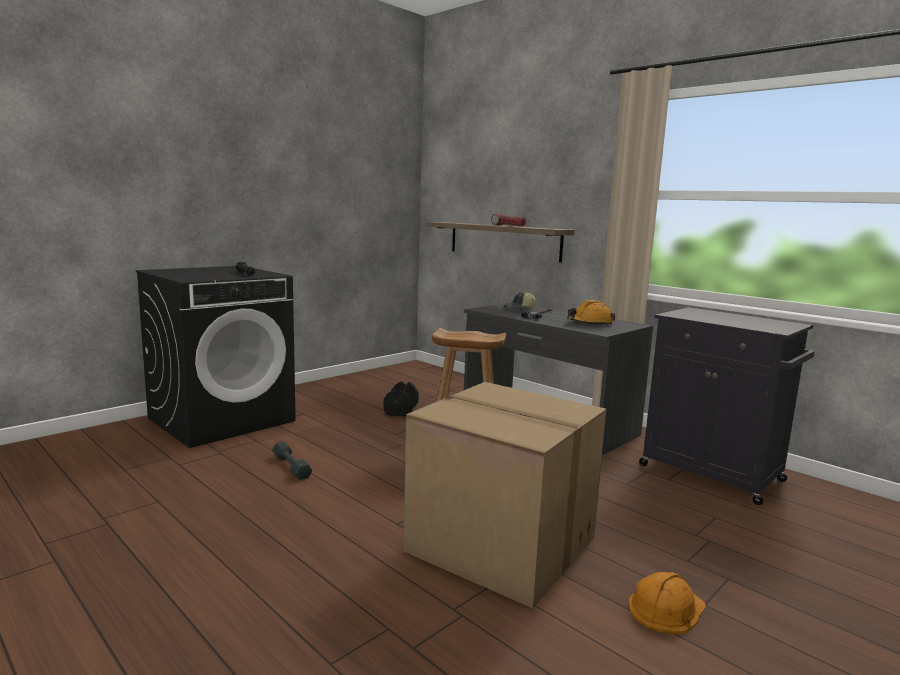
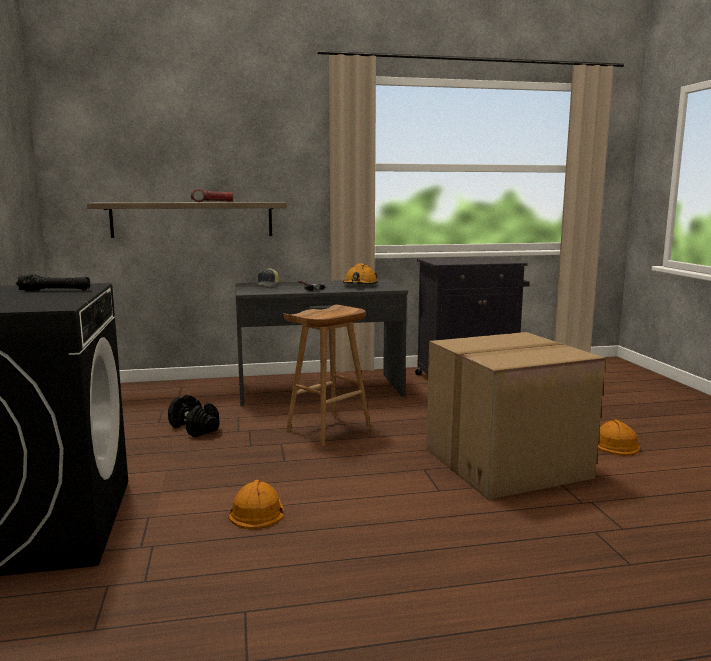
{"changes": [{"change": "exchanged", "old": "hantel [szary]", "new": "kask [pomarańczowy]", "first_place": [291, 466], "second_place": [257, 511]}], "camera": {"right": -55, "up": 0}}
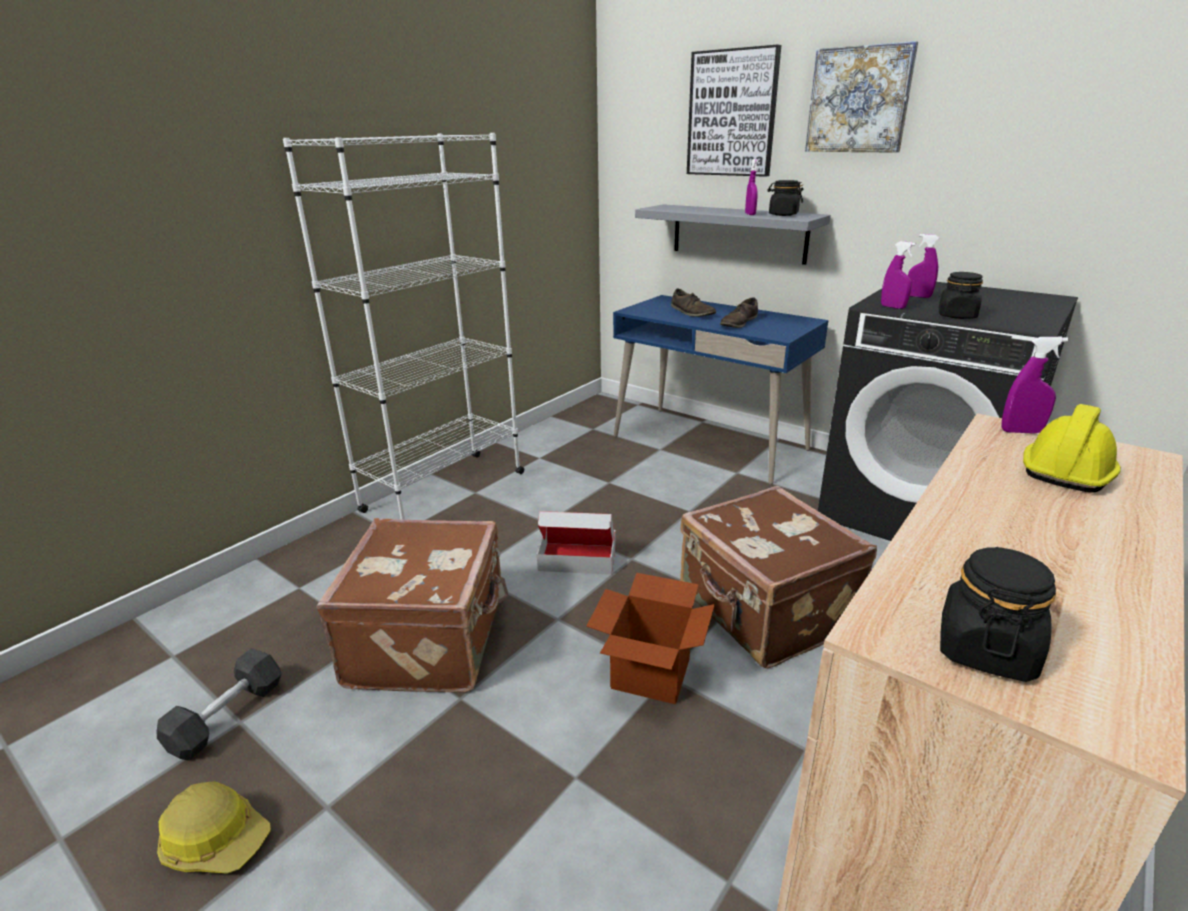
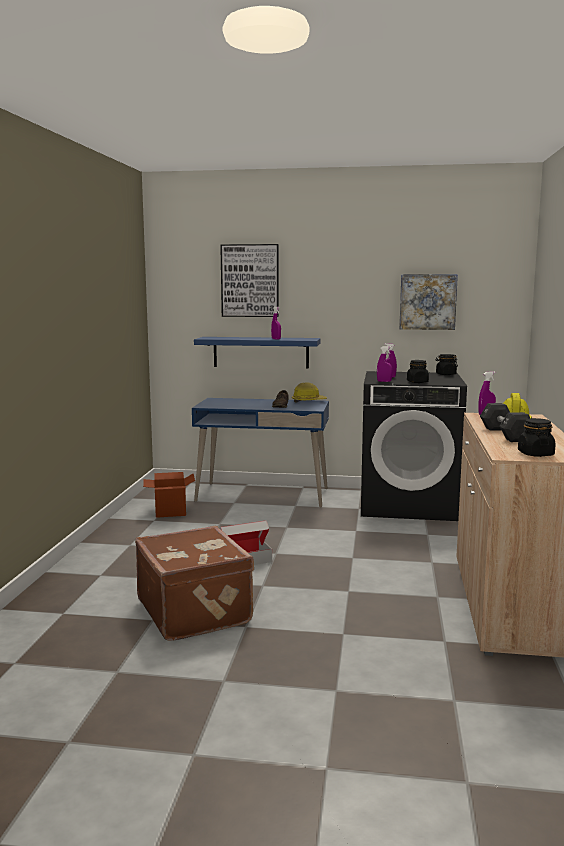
{"changes": [{"change": "missing", "old": "regał [biały]", "first_place": [444, 492]}, {"change": "missing", "old": "but [brązowy]", "first_place": [692, 312]}, {"change": "missing", "old": "walizka [brązowy]", "first_place": [764, 612]}, {"change": "relocated", "old": "hantel [czarny]", "first_place": [227, 716], "second_place": [505, 434]}, {"change": "relocated", "old": "kask", "first_place": [217, 839], "second_place": [308, 401]}, {"change": "relocated", "old": "karton", "first_place": [651, 673], "second_place": [170, 512]}, {"change": "relocated", "old": "słoik [czarny]", "first_place": [783, 214], "second_place": [445, 374]}, {"change": "relocated", "old": "obraz", "first_place": [859, 100], "second_place": [427, 302]}, {"change": "colour", "old": "półka [szary]", "new": "półka [niebieski]", "first_place": [738, 233], "second_place": [261, 352]}], "camera": {"right": -30, "up": -15}}
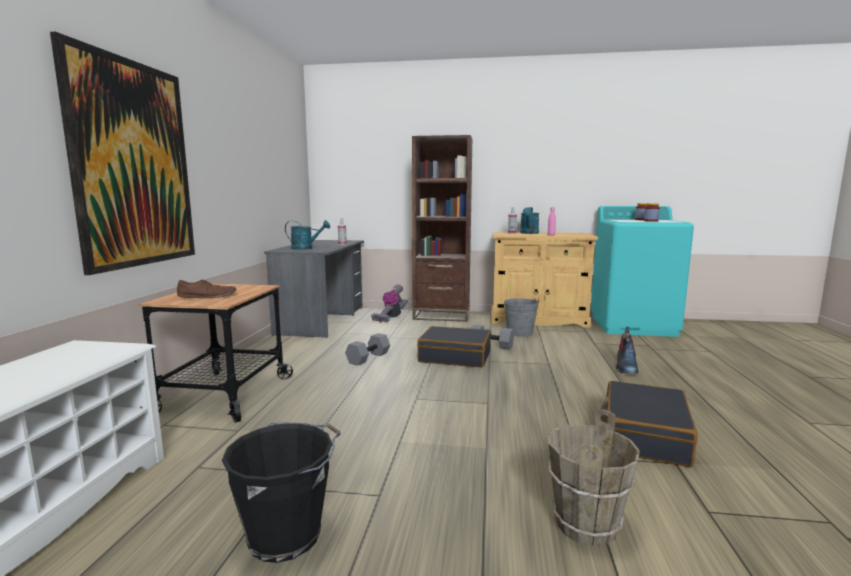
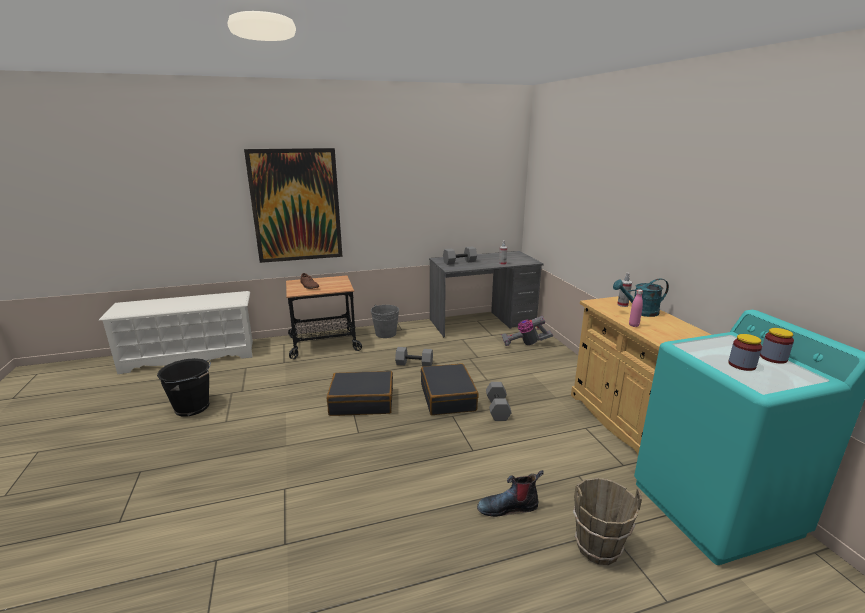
{"changes": [{"change": "missing", "old": "regał [brązowy]", "first_place": [441, 316]}, {"change": "relocated", "old": "wiadro [szary]", "first_place": [520, 332], "second_place": [385, 333]}, {"change": "relocated", "old": "wiadro [brązowy]", "first_place": [585, 525], "second_place": [597, 547]}, {"change": "relocated", "old": "walizka [czarny]", "first_place": [643, 435], "second_place": [362, 402]}, {"change": "exchanged", "old": "konewka [turkusowy]", "new": "hantel [szary]", "first_place": [306, 248], "second_place": [459, 262]}], "camera": {"right": 65, "up": 10}}
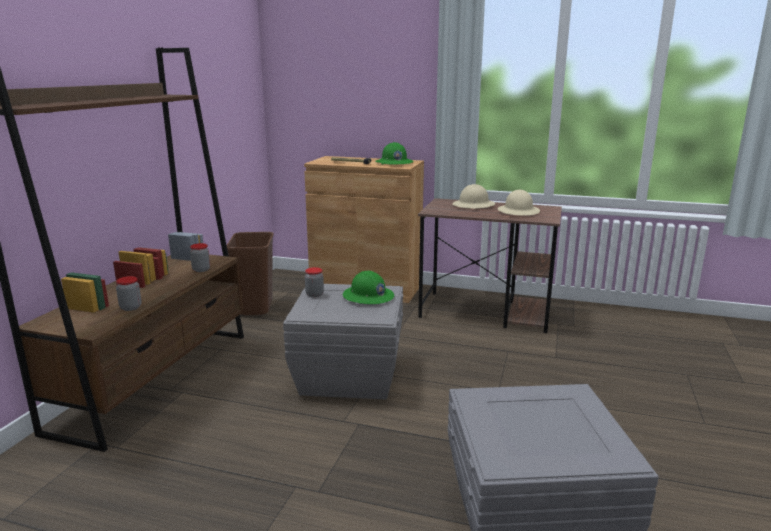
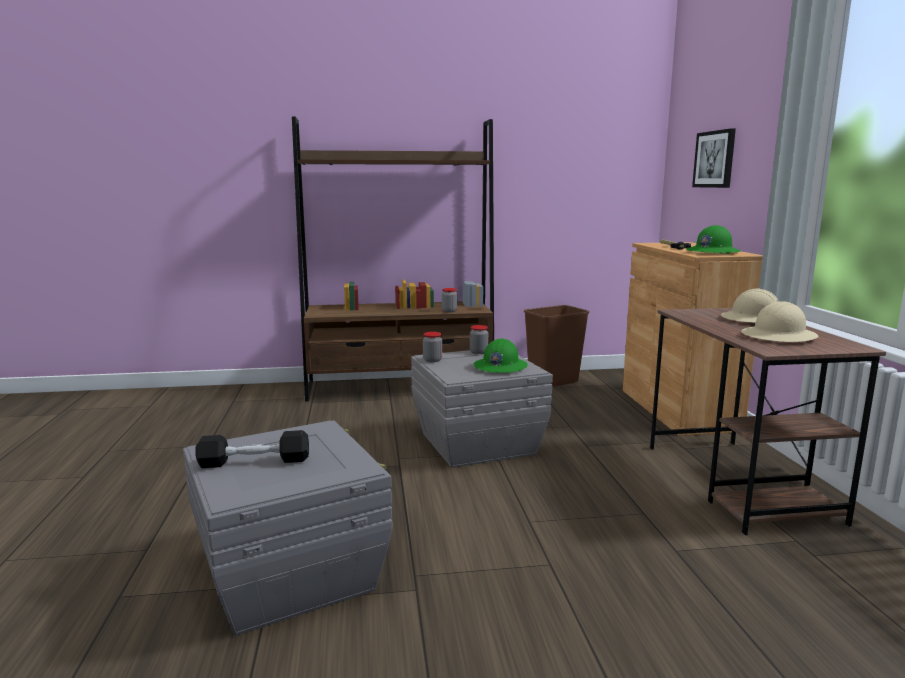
{"changes": [{"change": "appeared", "new": "hantel [czarny]", "second_place": [254, 461]}, {"change": "appeared", "new": "obraz", "second_place": [715, 159]}, {"change": "relocated", "old": "słoik", "first_place": [130, 307], "second_place": [432, 360]}], "camera": {"right": 65, "up": -5}}
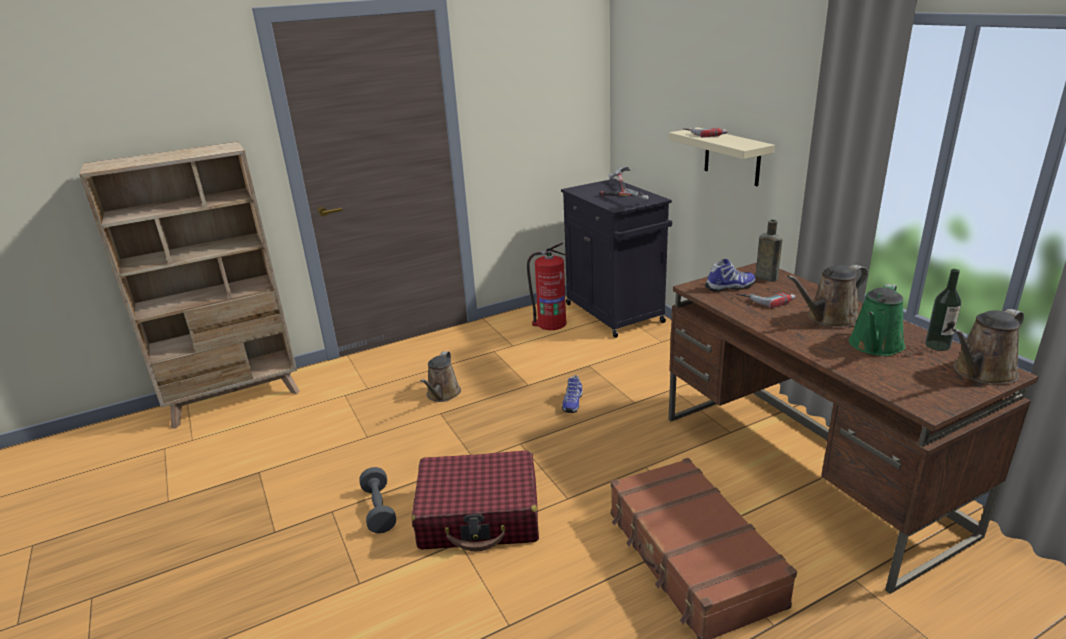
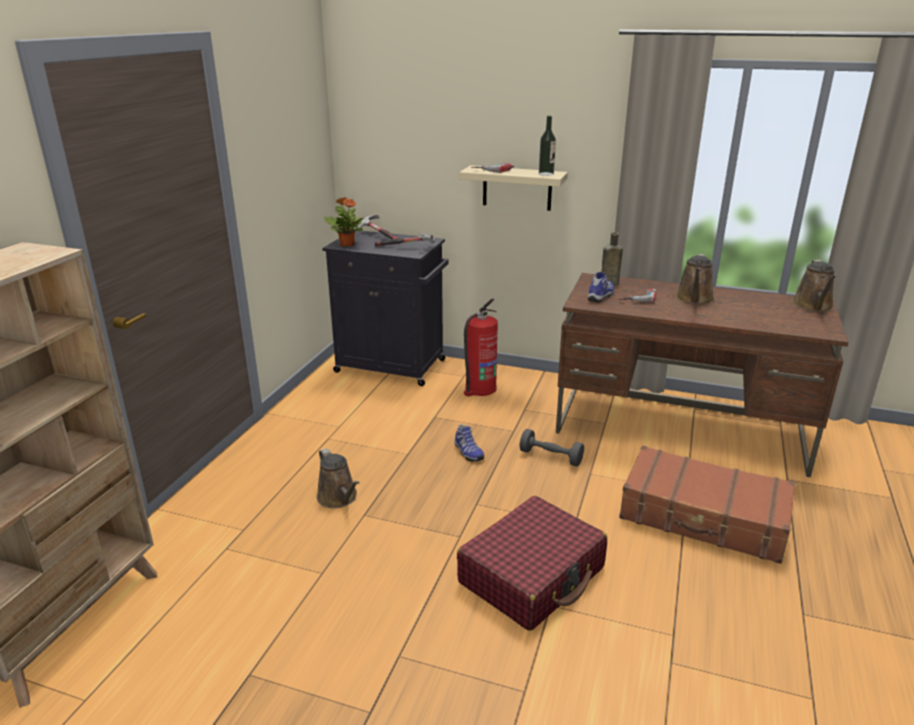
{"changes": [{"change": "missing", "old": "konewka [zielony]", "first_place": [875, 346]}, {"change": "appeared", "new": "roślina doniczkowa", "second_place": [347, 244]}, {"change": "relocated", "old": "hantel [szary]", "first_place": [379, 509], "second_place": [550, 457]}, {"change": "relocated", "old": "gaśnica", "first_place": [551, 323], "second_place": [479, 388]}, {"change": "relocated", "old": "butelka", "first_place": [937, 345], "second_place": [546, 174]}], "camera": {"right": -45, "up": 0}}
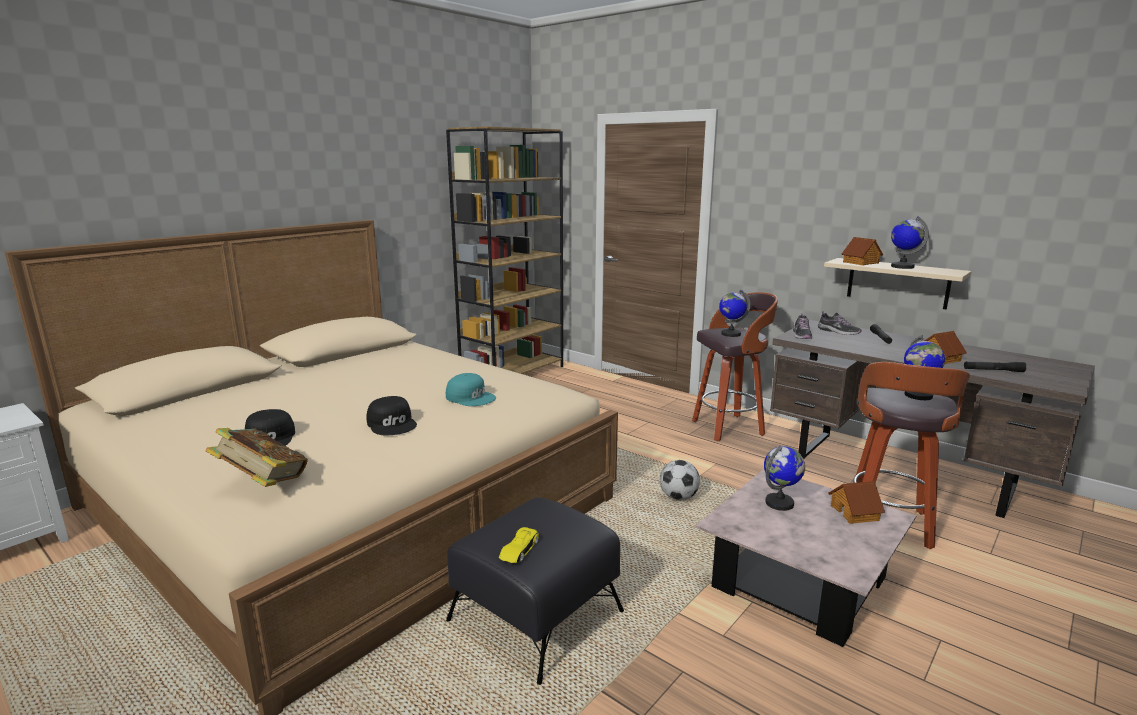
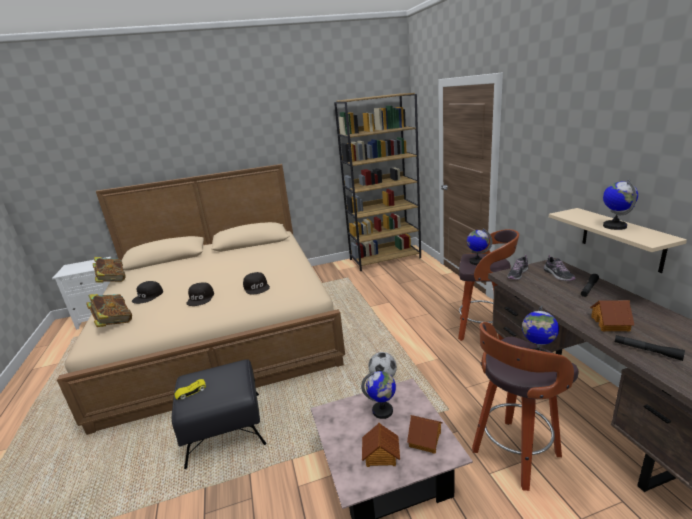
{"changes": [{"change": "appeared", "new": "książka", "second_place": [112, 280]}, {"change": "relocated", "old": "domek", "first_place": [861, 262], "second_place": [380, 455]}, {"change": "colour", "old": "czapka z daszkiem [turkusowy]", "new": "czapka z daszkiem [czarny]", "first_place": [471, 397], "second_place": [257, 287]}], "camera": {"right": 35, "up": 5}}
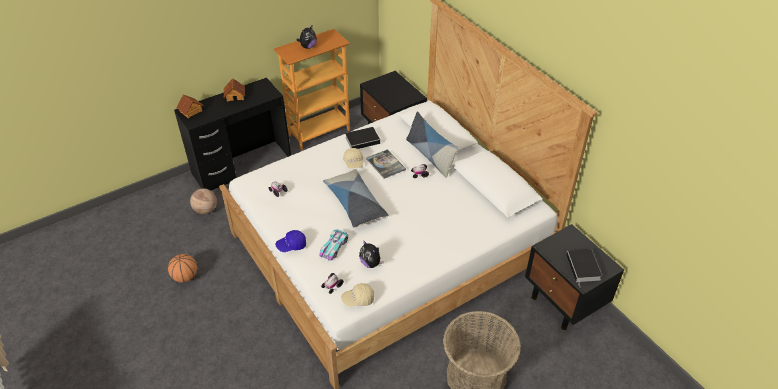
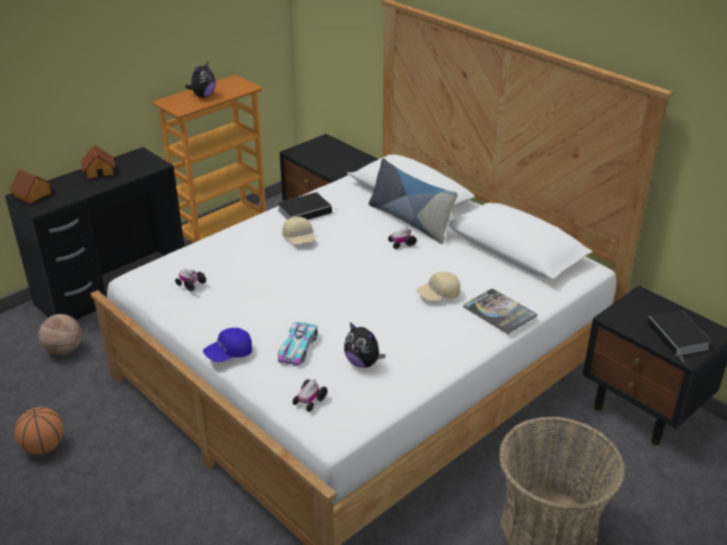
{"changes": [{"change": "missing", "old": "poduszka", "first_place": [355, 204]}, {"change": "relocated", "old": "czapka z daszkiem [beżowy]", "first_place": [358, 299], "second_place": [438, 295]}, {"change": "relocated", "old": "książka", "first_place": [385, 164], "second_place": [499, 312]}], "camera": {"right": -10, "up": -10}}
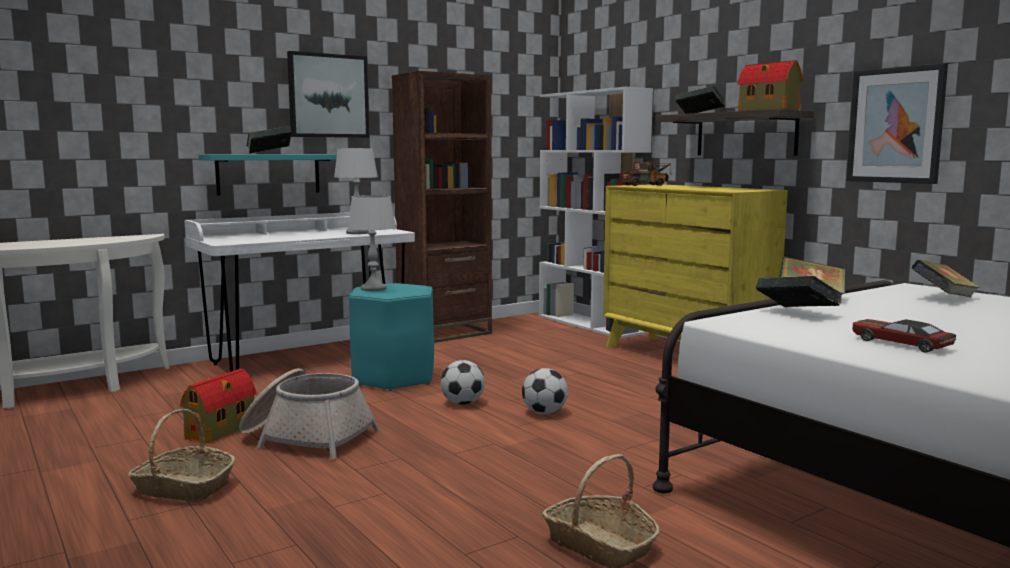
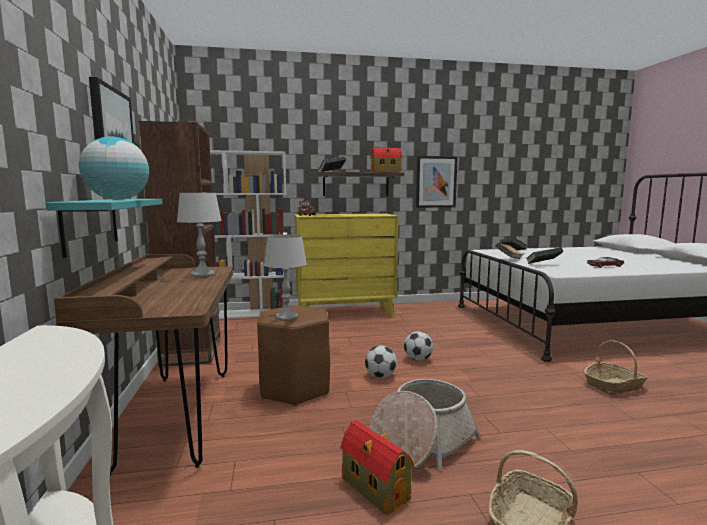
{"changes": [{"change": "exchanged", "old": "książka", "new": "globus", "first_place": [269, 153], "second_place": [117, 199]}, {"change": "colour", "old": "biurko [biały]", "new": "biurko [brązowy]", "first_place": [308, 358], "second_place": [176, 416]}, {"change": "colour", "old": "stołek [turkusowy]", "new": "stołek [brązowy]", "first_place": [393, 378], "second_place": [295, 388]}], "camera": {"right": -65, "up": 0}}
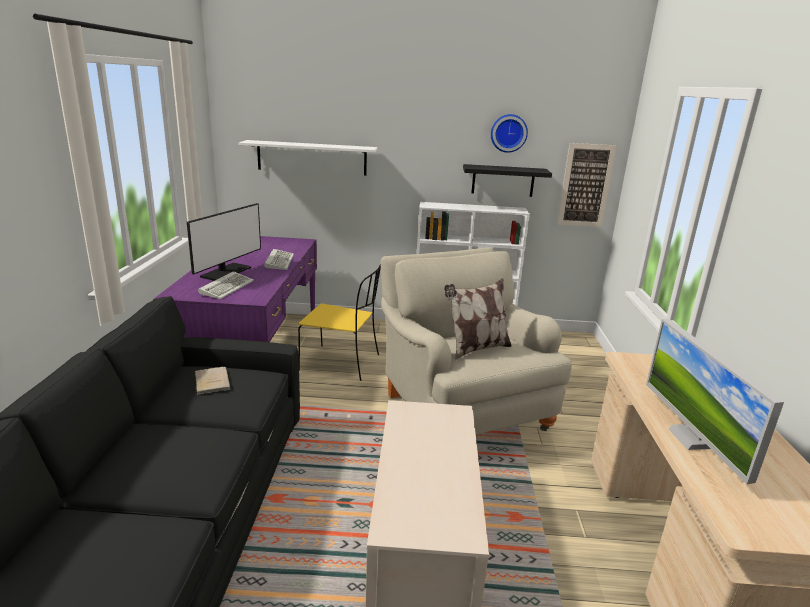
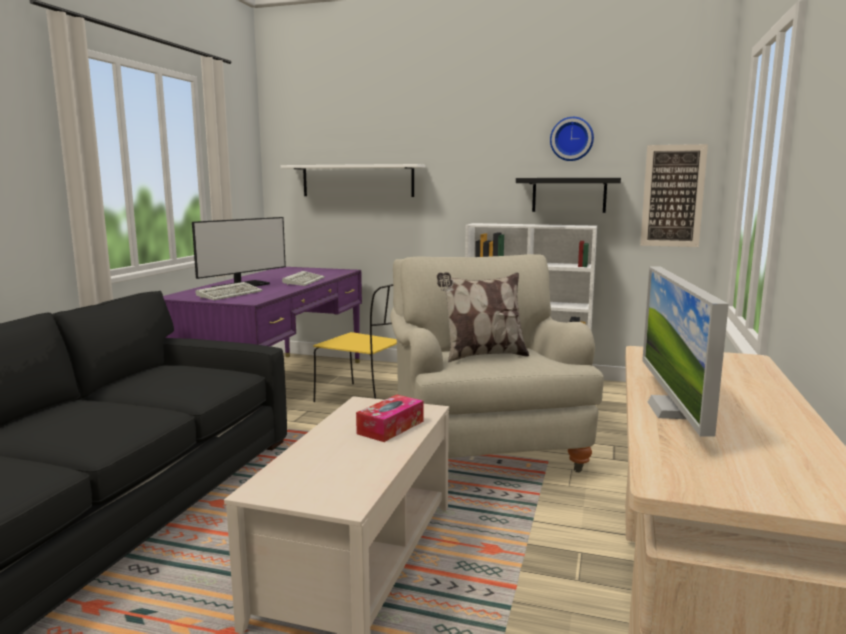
{"changes": [{"change": "missing", "old": "książka [beżowy]", "first_place": [212, 381]}, {"change": "appeared", "new": "pudełko chusteczek", "second_place": [390, 427]}], "camera": {"right": 15, "up": -10}}
